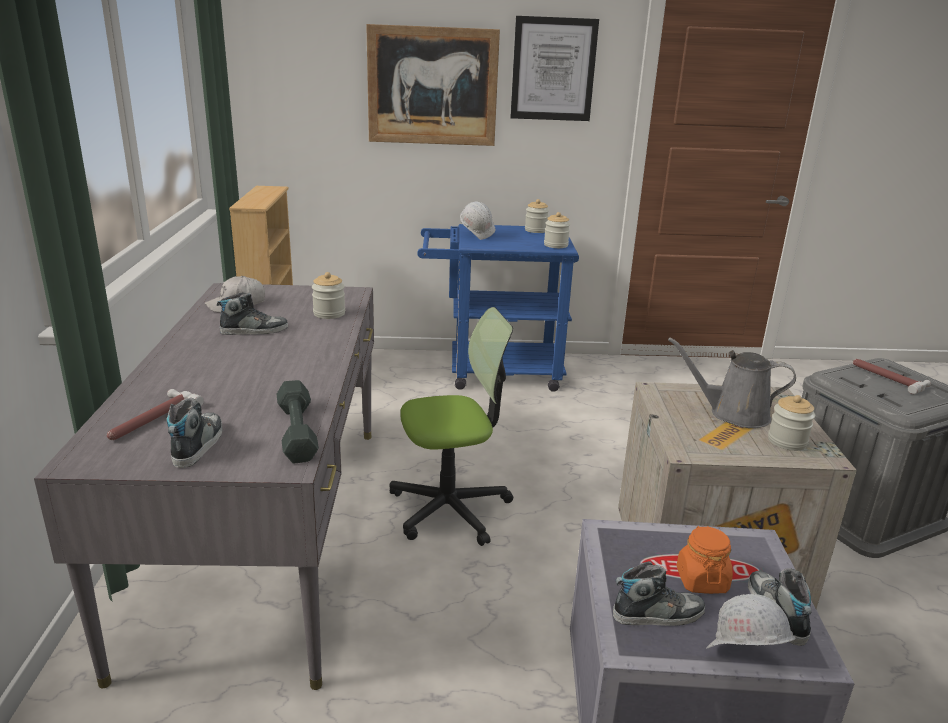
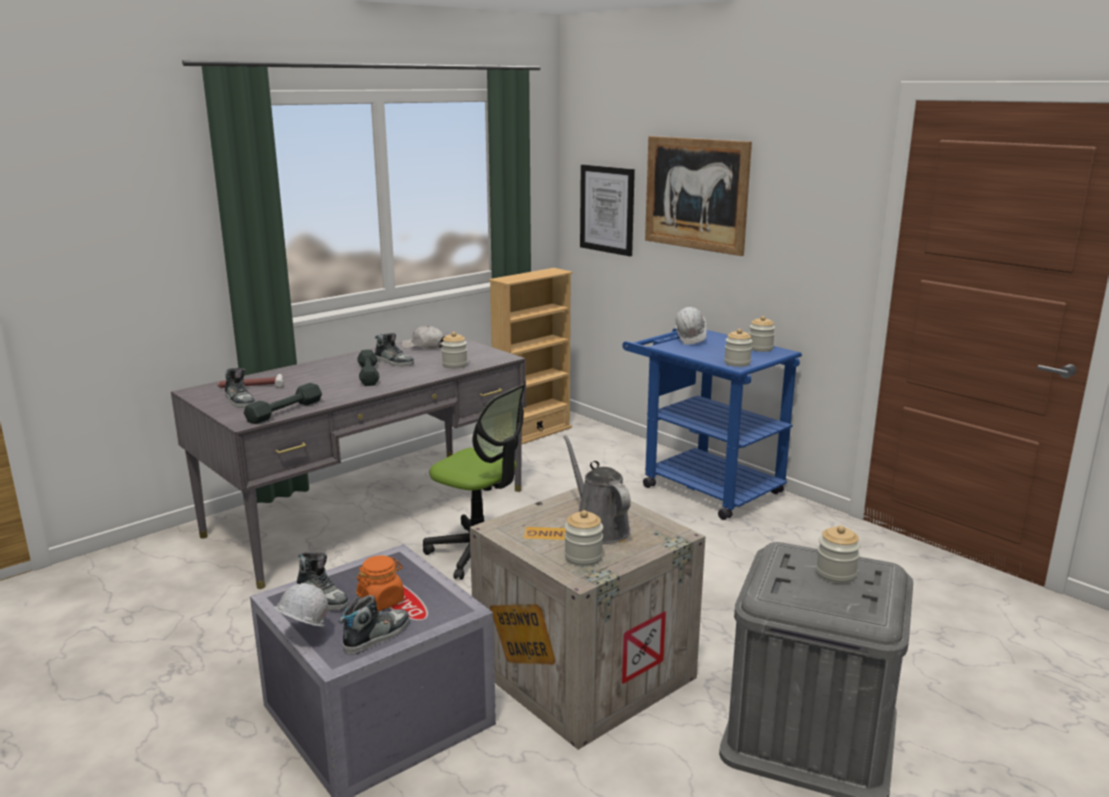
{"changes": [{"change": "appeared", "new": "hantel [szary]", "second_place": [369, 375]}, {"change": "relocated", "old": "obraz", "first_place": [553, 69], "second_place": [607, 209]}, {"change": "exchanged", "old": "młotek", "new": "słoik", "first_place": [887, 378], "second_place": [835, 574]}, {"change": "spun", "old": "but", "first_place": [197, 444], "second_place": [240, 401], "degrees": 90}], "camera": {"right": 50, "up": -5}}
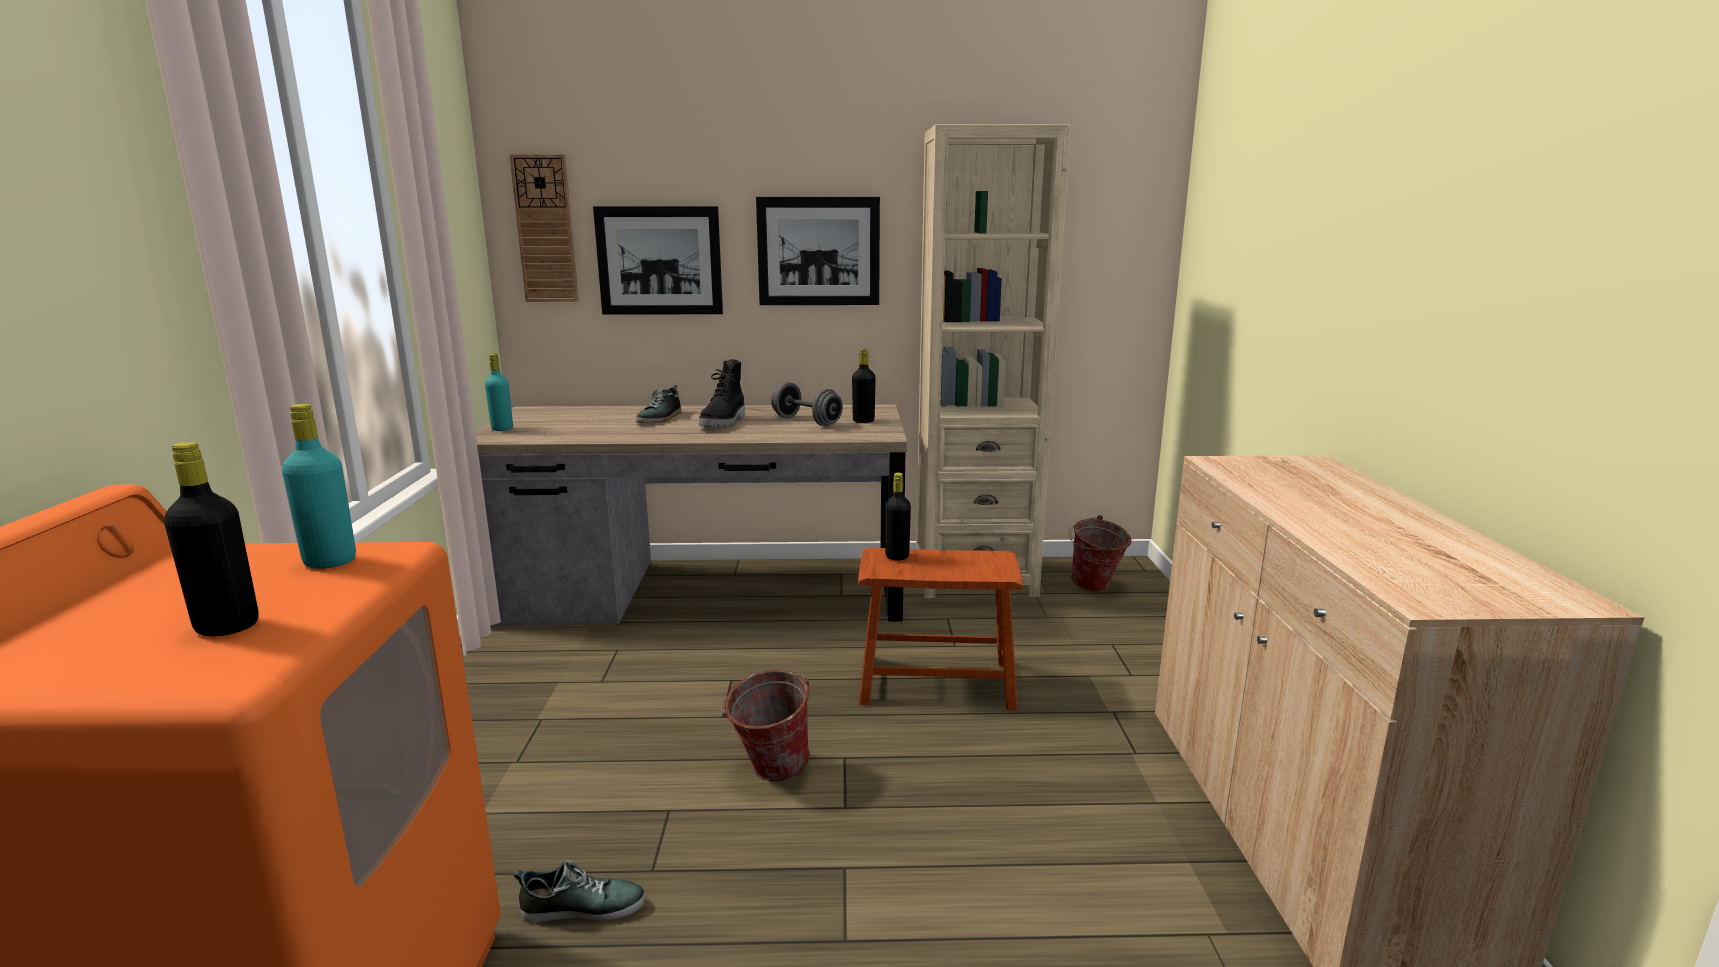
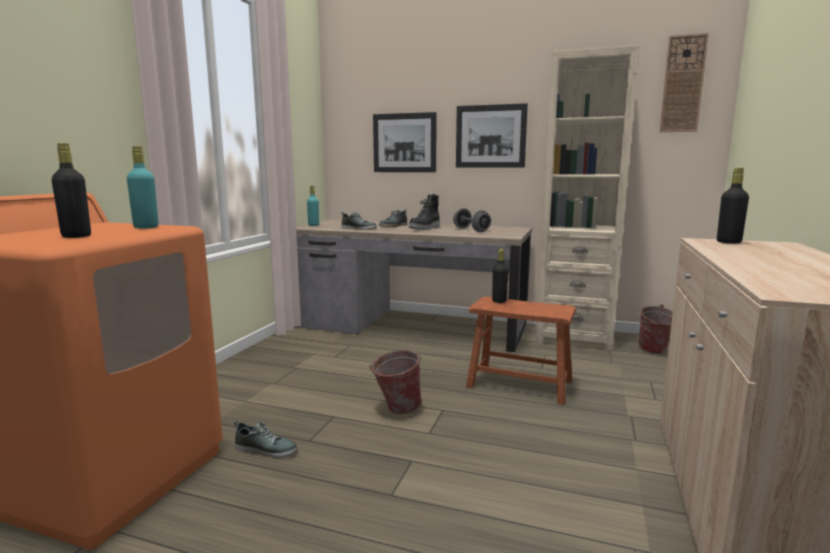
{"changes": [{"change": "appeared", "new": "but", "second_place": [359, 228]}, {"change": "relocated", "old": "zegar ścienny", "first_place": [545, 229], "second_place": [683, 84]}, {"change": "relocated", "old": "butelka [czarny]", "first_place": [863, 421], "second_place": [728, 242]}], "camera": {"right": 20, "up": -5}}
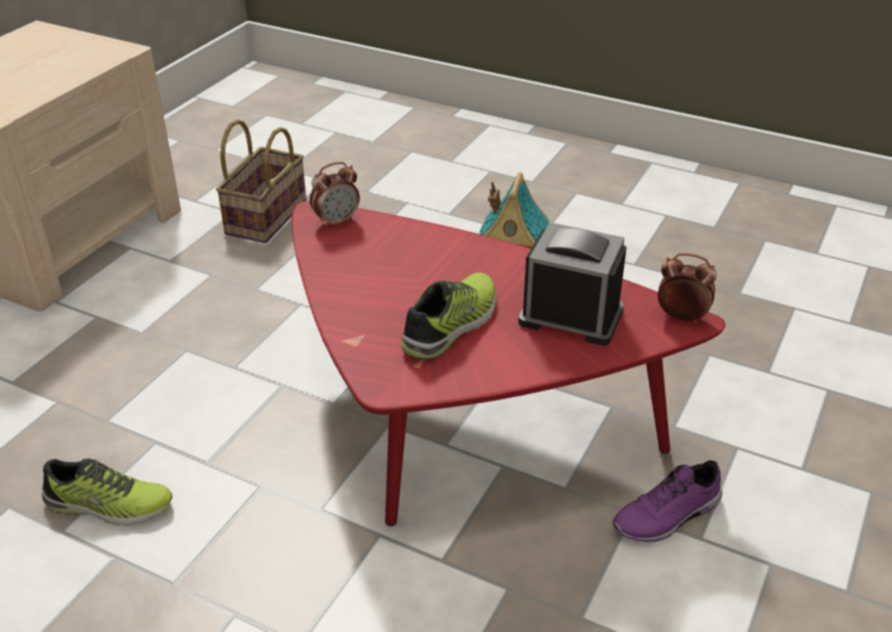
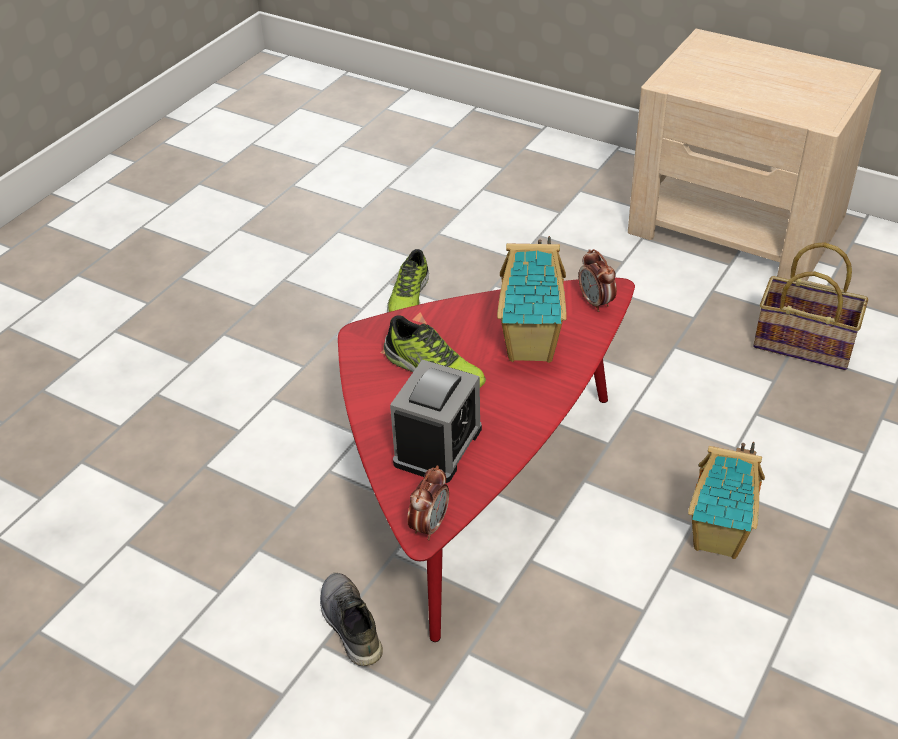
{"changes": [{"change": "appeared", "new": "domek", "second_place": [532, 348]}, {"change": "colour", "old": "but [fioletowy]", "new": "but [szary]", "first_place": [668, 517], "second_place": [349, 625]}], "camera": {"right": 95, "up": 5}}
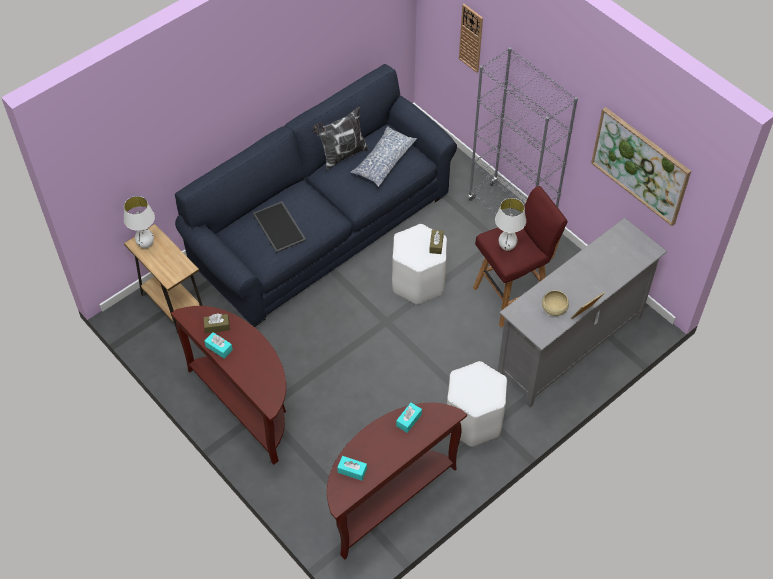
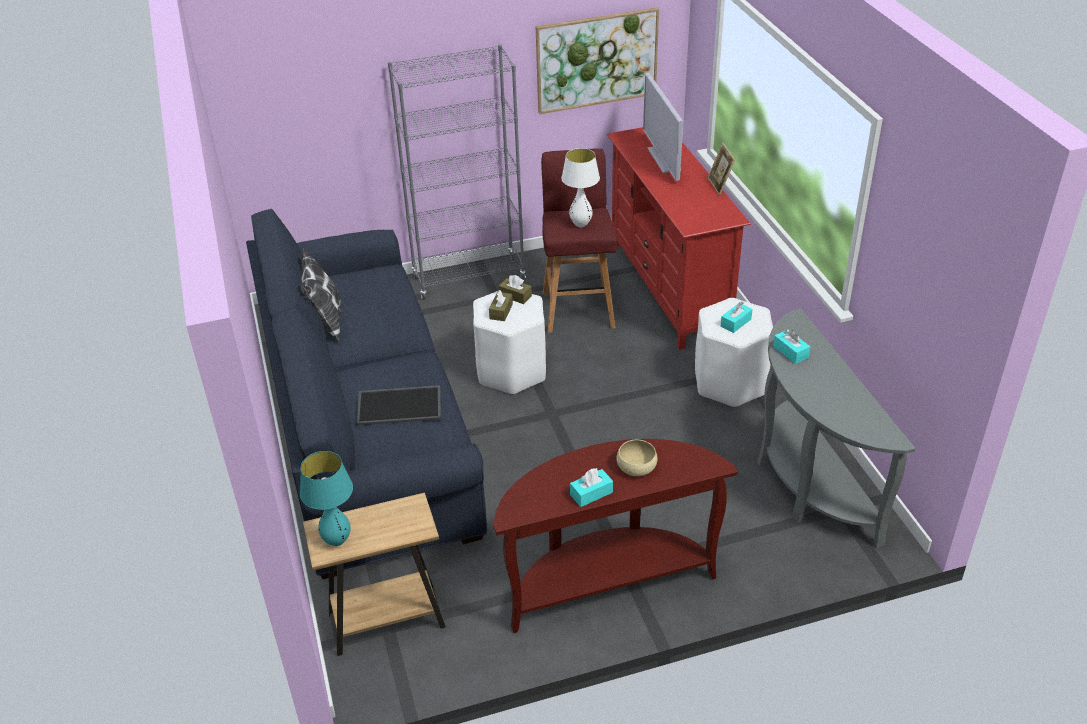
{"changes": [{"change": "missing", "old": "poduszka", "first_place": [383, 161]}, {"change": "missing", "old": "zegar ścienny", "first_place": [471, 38]}, {"change": "appeared", "new": "telewizor", "second_place": [663, 159]}, {"change": "relocated", "old": "pudełko chusteczek [brązowy]", "first_place": [217, 326], "second_place": [501, 311]}, {"change": "relocated", "old": "pudełko chusteczek [turkusowy]", "first_place": [352, 470], "second_place": [735, 323]}, {"change": "relocated", "old": "miska [beżowy]", "first_place": [554, 307], "second_place": [636, 466]}, {"change": "colour", "old": "lampa stołowa [biały]", "new": "lampa stołowa [turkusowy]", "first_place": [146, 245], "second_place": [336, 540]}, {"change": "colour", "old": "stolik konsolowy [brązowy]", "new": "stolik konsolowy [szary]", "first_place": [387, 497], "second_place": [807, 482]}, {"change": "colour", "old": "szafka pod telewizor [szary]", "new": "szafka pod telewizor [czerwony]", "first_place": [570, 347], "second_place": [669, 289]}], "camera": {"right": -65, "up": -15}}
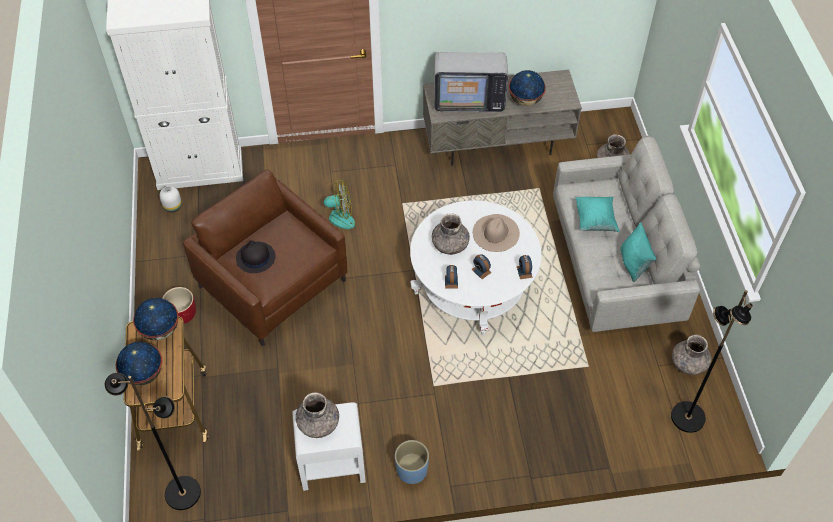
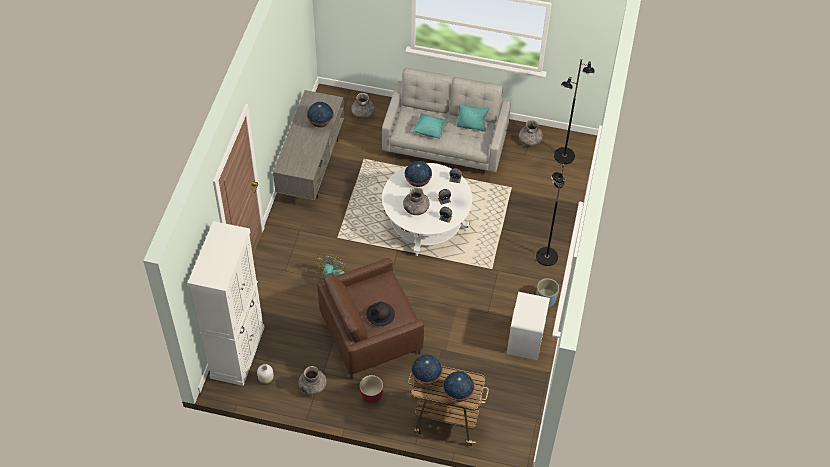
{"changes": [{"change": "missing", "old": "telewizor", "first_place": [469, 98]}, {"change": "relocated", "old": "lampa stojąca [czarny]", "first_place": [182, 492], "second_place": [546, 257]}, {"change": "relocated", "old": "wazon [szary]", "first_place": [318, 423], "second_place": [313, 386]}, {"change": "exchanged", "old": "kapelusz [beżowy]", "new": "globus", "first_place": [495, 233], "second_place": [418, 182]}], "camera": {"right": -70, "up": 0}}
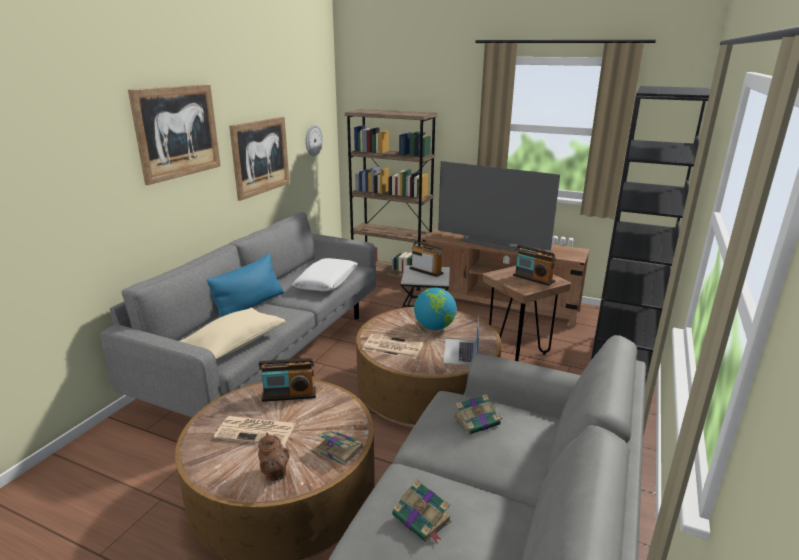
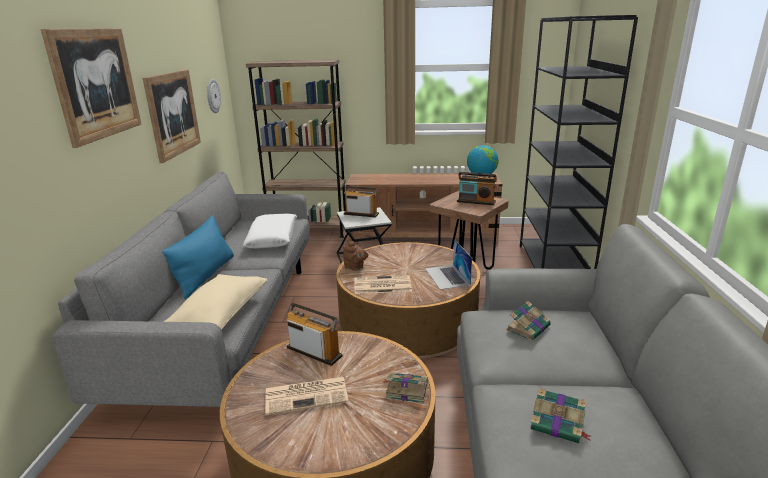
{"changes": [{"change": "missing", "old": "telewizor", "first_place": [492, 242]}, {"change": "relocated", "old": "imbryk [brązowy]", "first_place": [274, 474], "second_place": [355, 268]}, {"change": "relocated", "old": "globus", "first_place": [434, 327], "second_place": [481, 175]}, {"change": "spun", "old": "radio", "first_place": [289, 395], "second_place": [314, 352], "degrees": -120}], "camera": {"right": -20, "up": 0}}
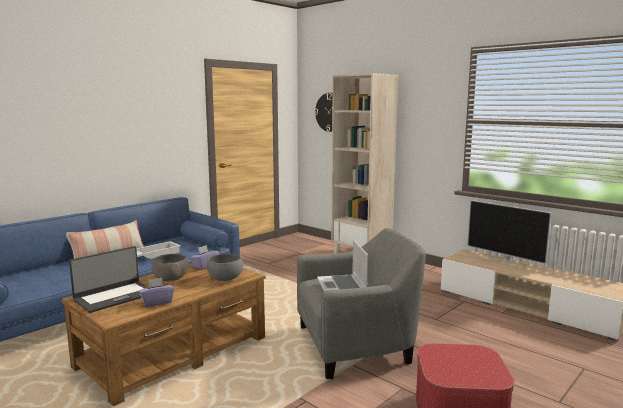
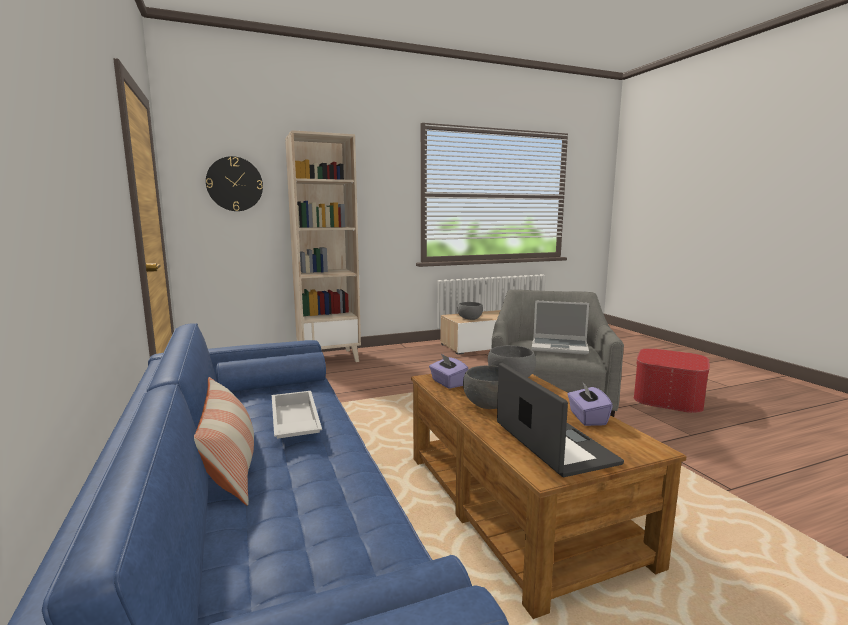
{"changes": [{"change": "missing", "old": "telewizor", "first_place": [505, 260]}, {"change": "appeared", "new": "miska [szary]", "second_place": [469, 318]}], "camera": {"right": -65, "up": 0}}
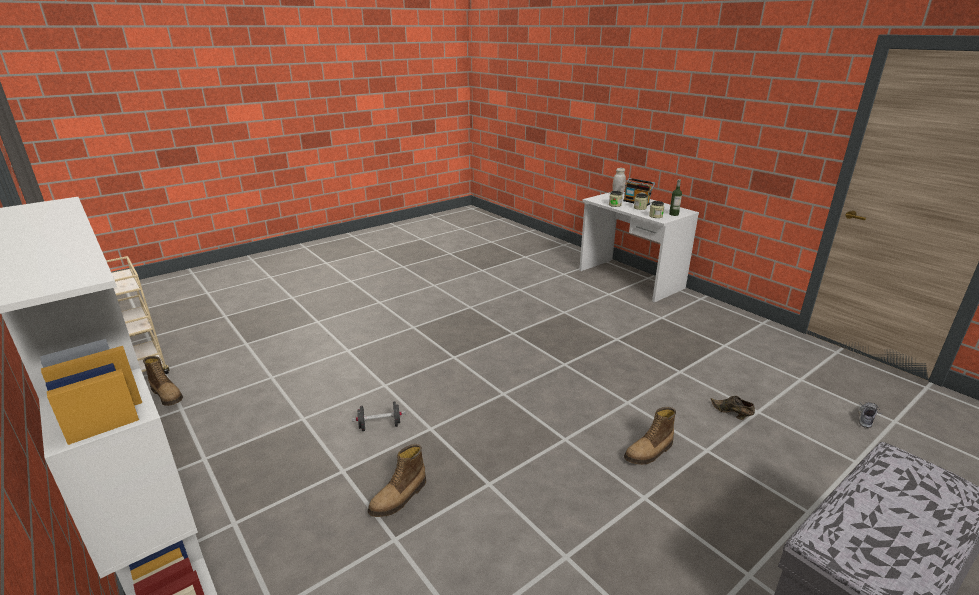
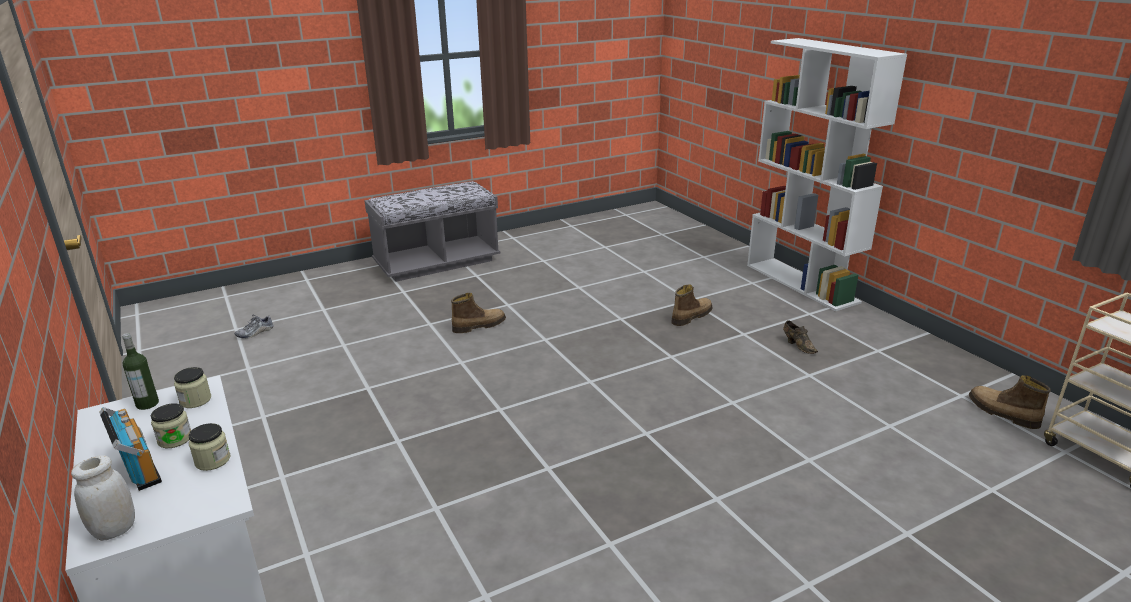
{"changes": [{"change": "missing", "old": "hantel [czarny]", "first_place": [380, 426]}, {"change": "relocated", "old": "but [brązowy]", "first_place": [731, 414], "second_place": [798, 345]}], "camera": {"right": -170, "up": 0}}
